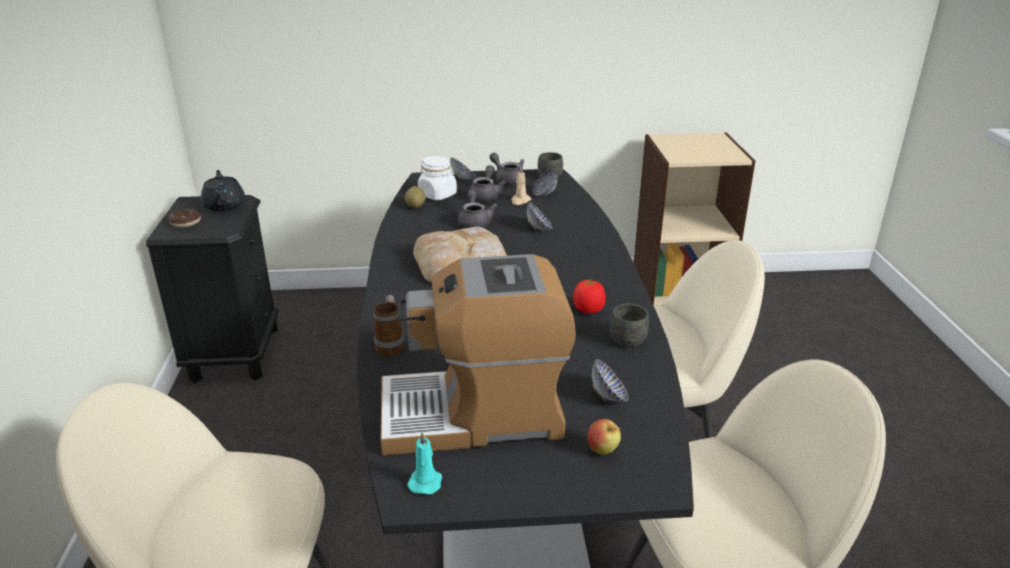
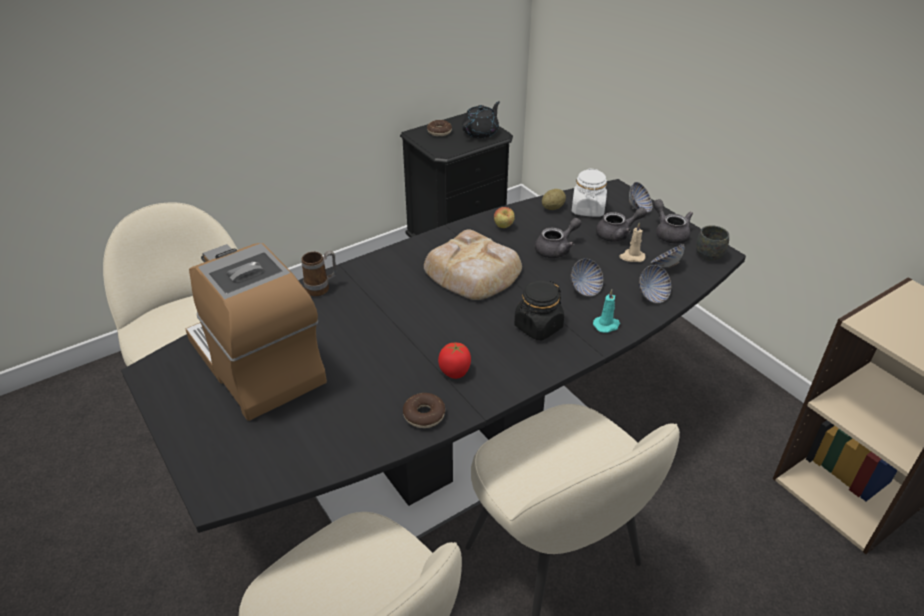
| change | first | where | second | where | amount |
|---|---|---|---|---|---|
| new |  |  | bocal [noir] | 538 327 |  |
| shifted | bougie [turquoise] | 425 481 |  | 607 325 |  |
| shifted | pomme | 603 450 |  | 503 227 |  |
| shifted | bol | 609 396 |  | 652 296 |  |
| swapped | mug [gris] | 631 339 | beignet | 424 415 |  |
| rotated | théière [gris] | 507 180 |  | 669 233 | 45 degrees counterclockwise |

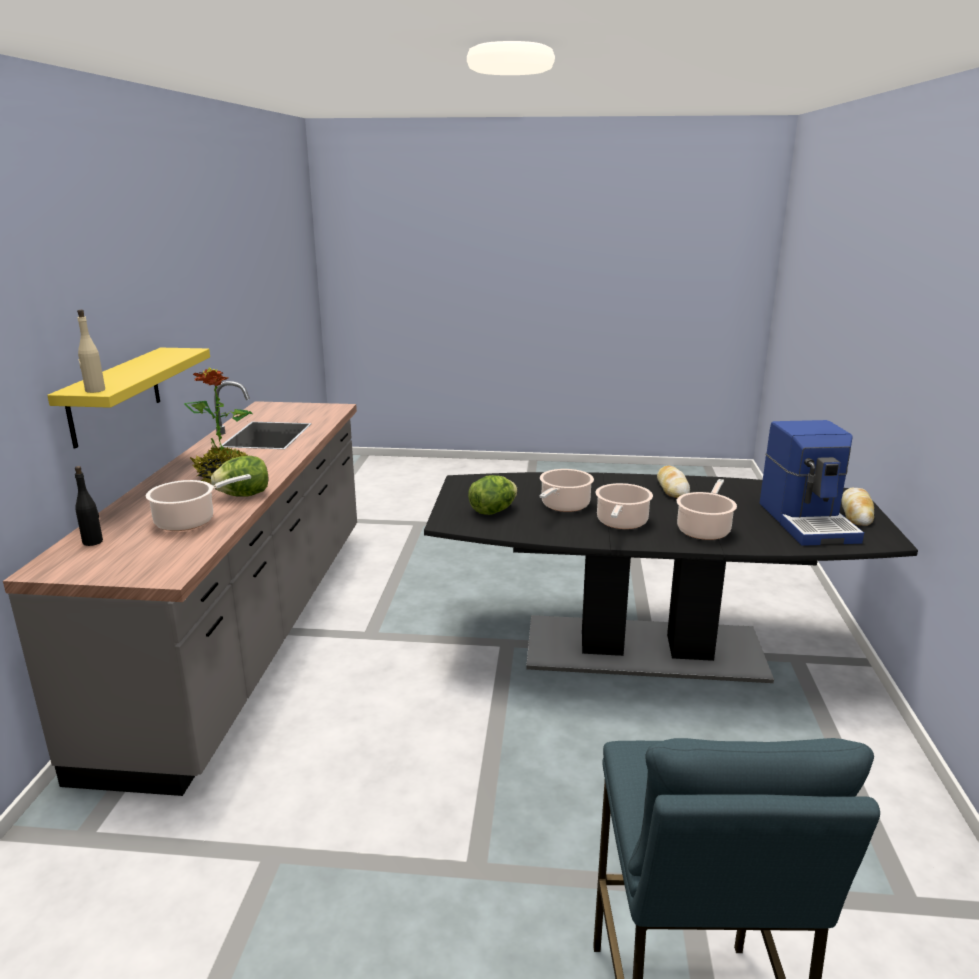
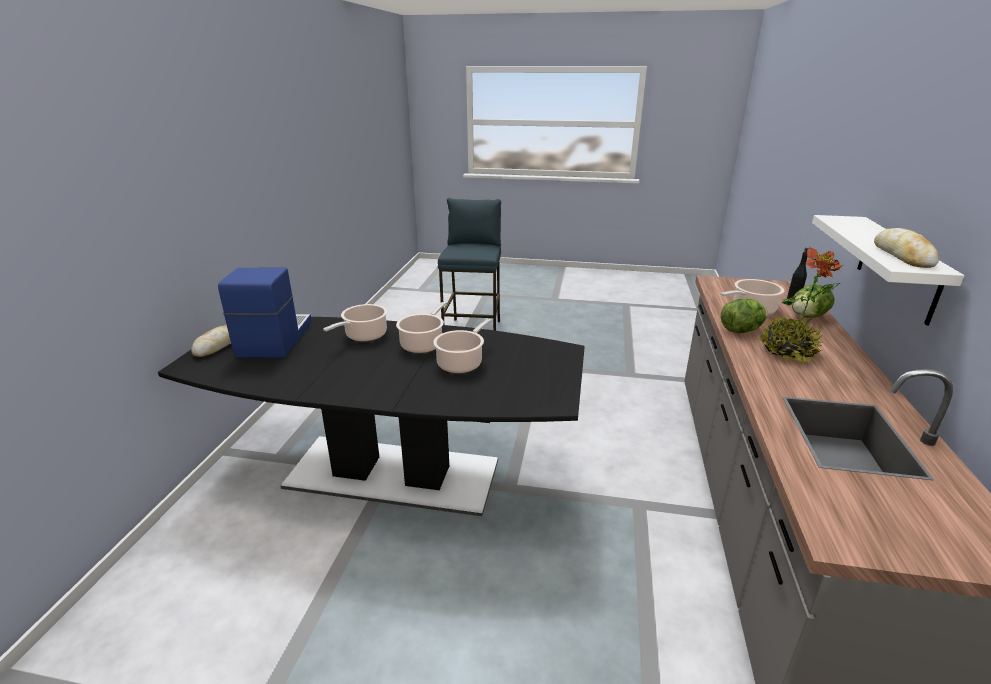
| change | first | where | second | where | amount |
|---|---|---|---|---|---|
| gone | bouteille [beige] | 95 390 |  |  |  |
| shifted | laitue | 493 511 |  | 807 316 |  |
| shifted | pain | 672 488 |  | 902 256 |  |
| repainted | étagère [jaune] | 115 395 | étagère [blanc] | 898 268 |  |

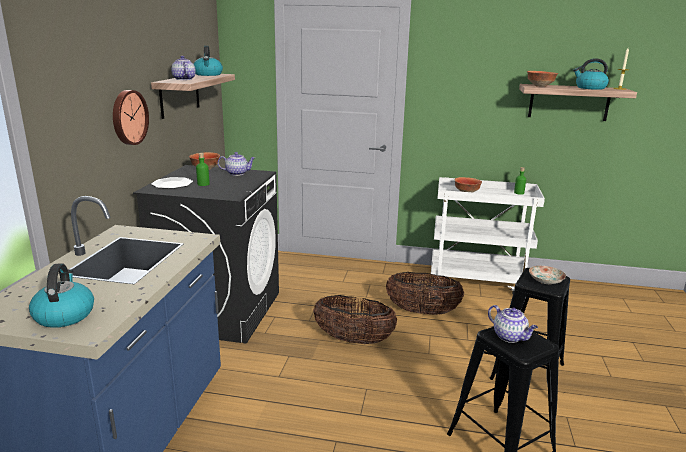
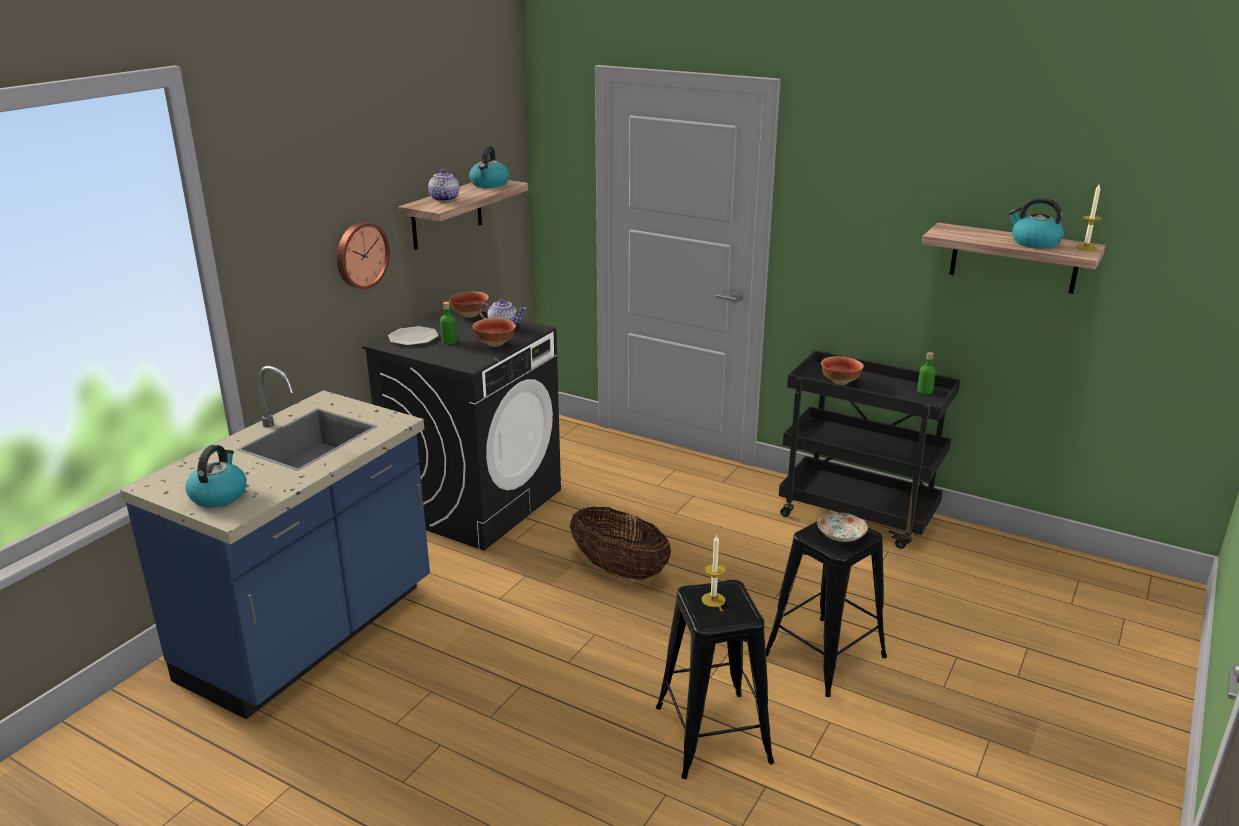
| change | first | where | second | where | amount |
|---|---|---|---|---|---|
| gone | panier | 422 312 |  |  |  |
| shifted | bol | 540 86 |  | 495 343 |  |
| swapped | théière | 510 337 | bougie | 713 600 |  |
| repainted | chariot [blanc] | 477 281 | chariot [noir] | 858 516 |  |

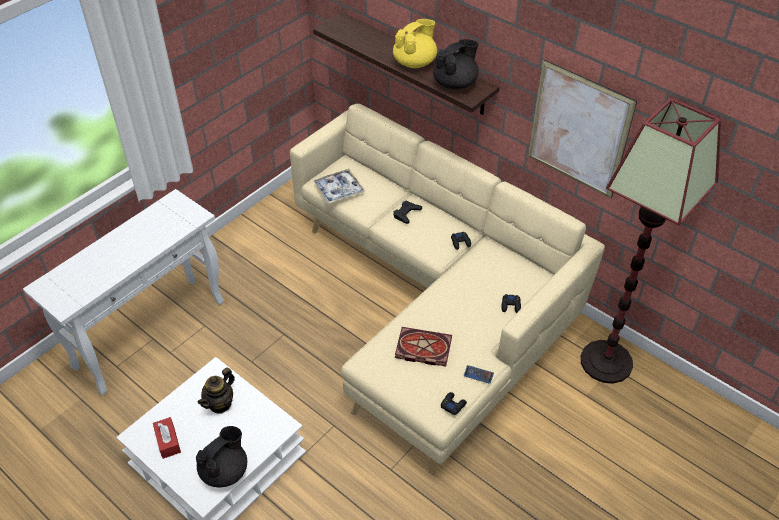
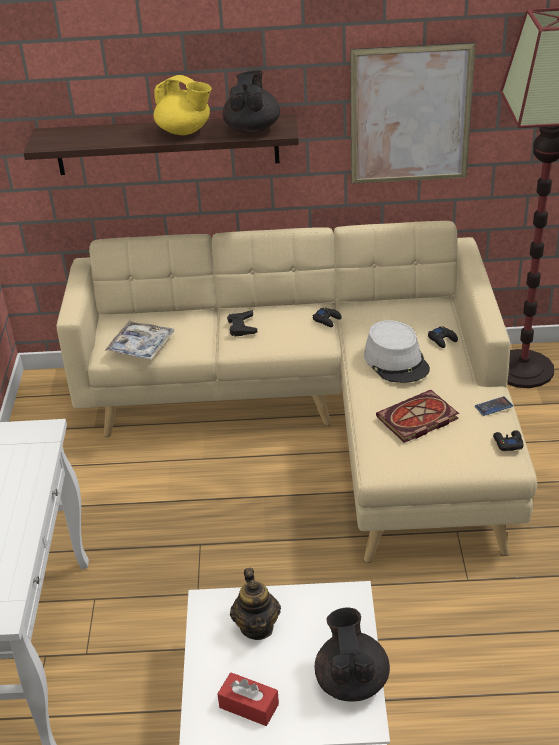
| change | first | where | second | where | amount |
|---|---|---|---|---|---|
| new |  |  | chapeau [gris] | 396 361 |  |
| rotated | théière [jaune] | 415 62 |  | 184 131 | 120 degrees clockwise |

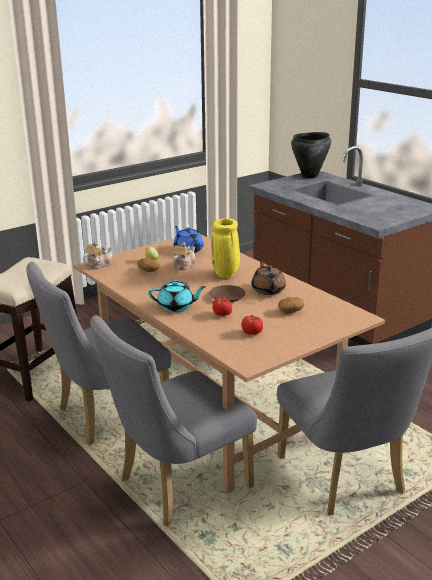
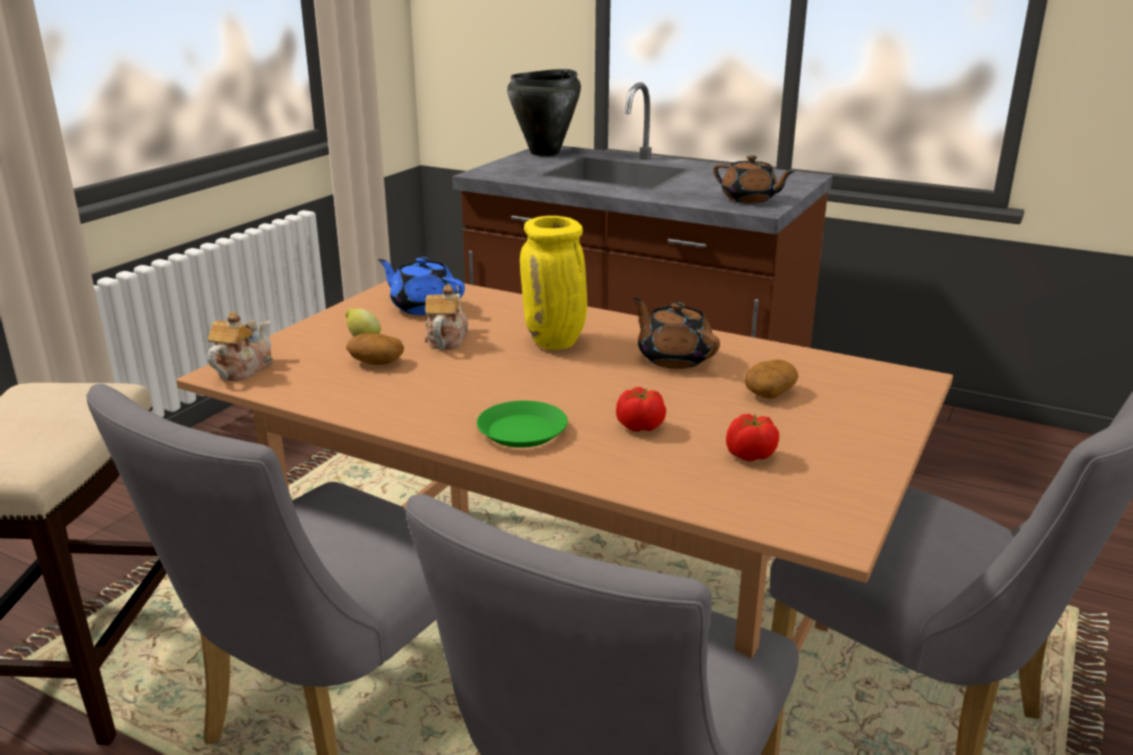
| change | first | where | second | where | amount |
|---|---|---|---|---|---|
| gone | assiette [marron] | 227 297 |  |  |  |
| new |  |  | théière [marron] | 749 199 |  |
| swapped | théière [turquoise] | 176 307 | assiette [vert] | 522 431 |  |

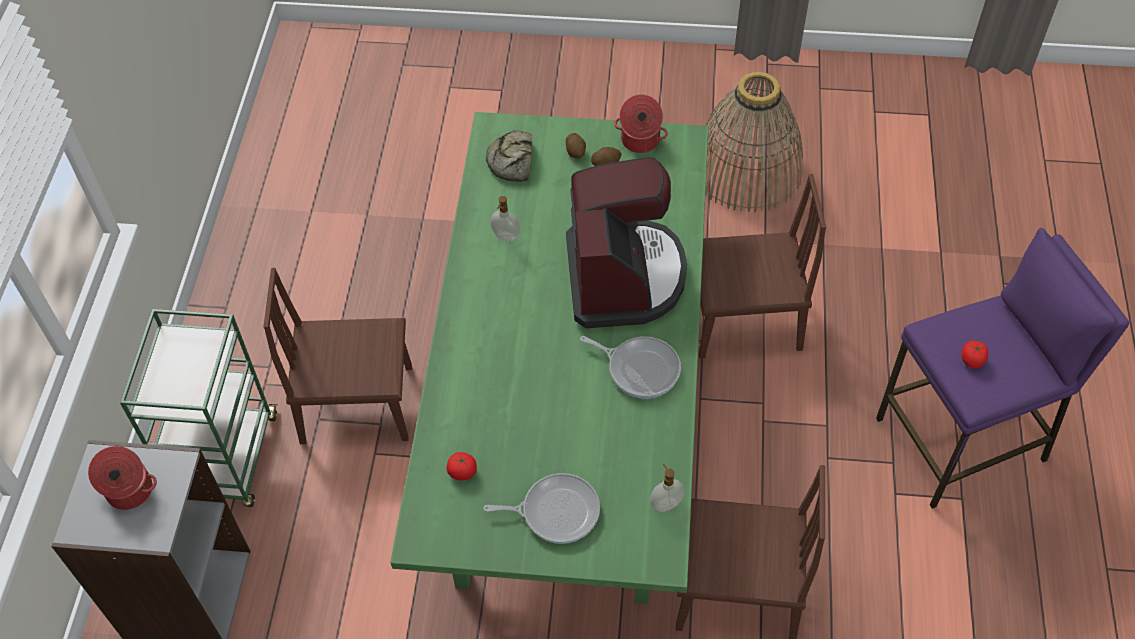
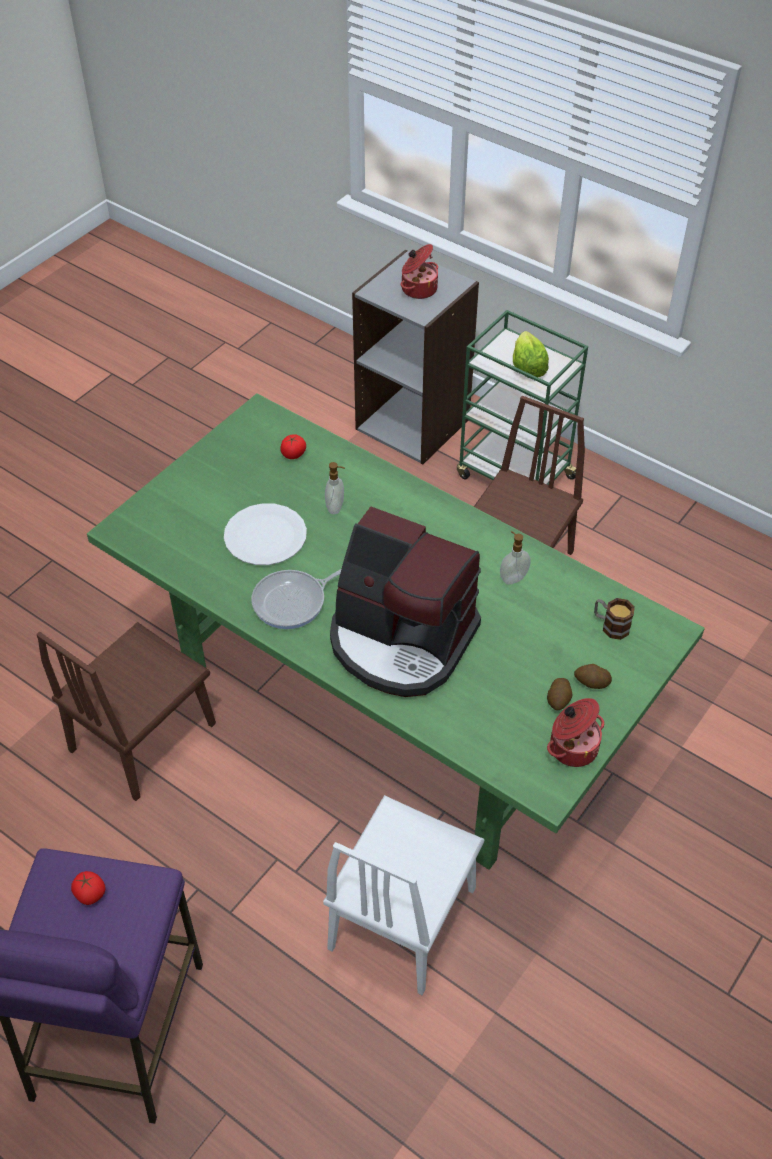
| change | first | where | second | where | amount |
|---|---|---|---|---|---|
| gone | poêle | 556 511 |  |  |  |
| gone | panier | 747 170 |  |  |  |
| new |  |  | assiette [blanc] | 265 536 |  |
| new |  |  | laitue | 527 366 |  |
| shifted | distributeur de savon | 665 503 |  | 336 507 |  |
| swapped | pain | 512 161 | mug | 610 625 |  |
| repainted | chaise [marron] | 744 320 | chaise [blanc] | 402 917 |  |

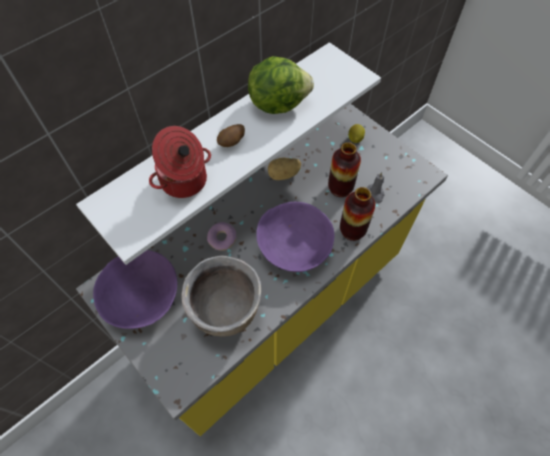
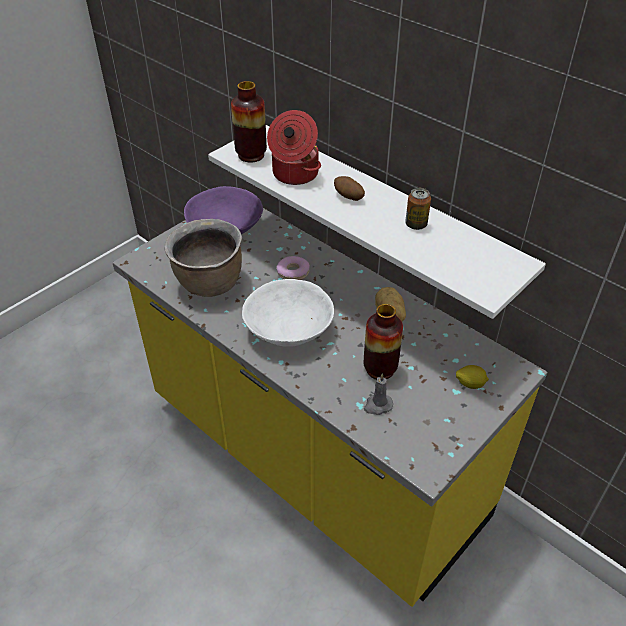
| change | first | where | second | where | amount |
|---|---|---|---|---|---|
| shifted | vase | 352 230 |  | 251 155 |  |
| swapped | laitue | 278 103 | boîte métallique | 416 224 |  |
| repainted | bol [violet] | 294 246 | bol [blanc] | 289 329 |  |

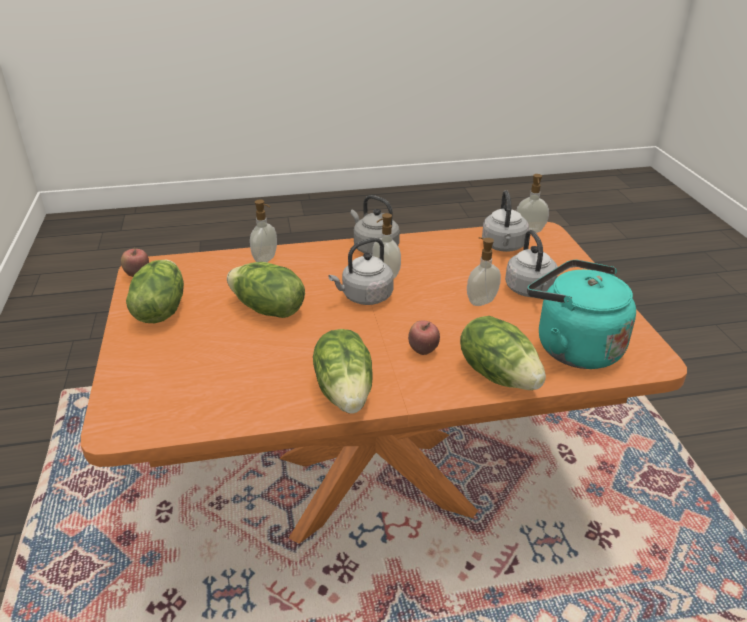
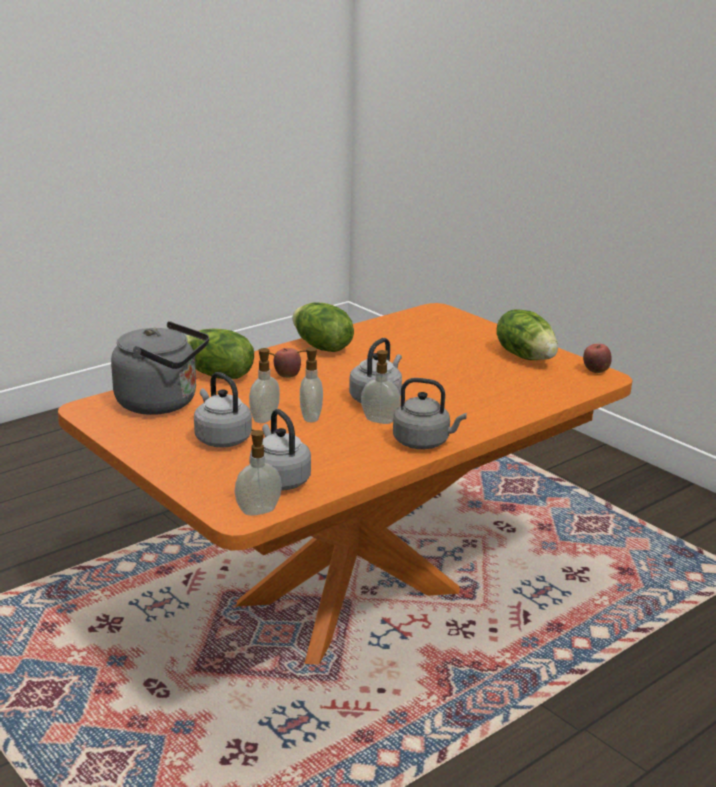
| change | first | where | second | where | amount |
|---|---|---|---|---|---|
| gone | laitue | 267 310 |  |  |  |
| shifted | distributeur de savon | 266 259 |  | 309 417 |  |
| repainted | bouilloire [turquoise] | 573 347 | bouilloire [gris] | 162 403 |  |

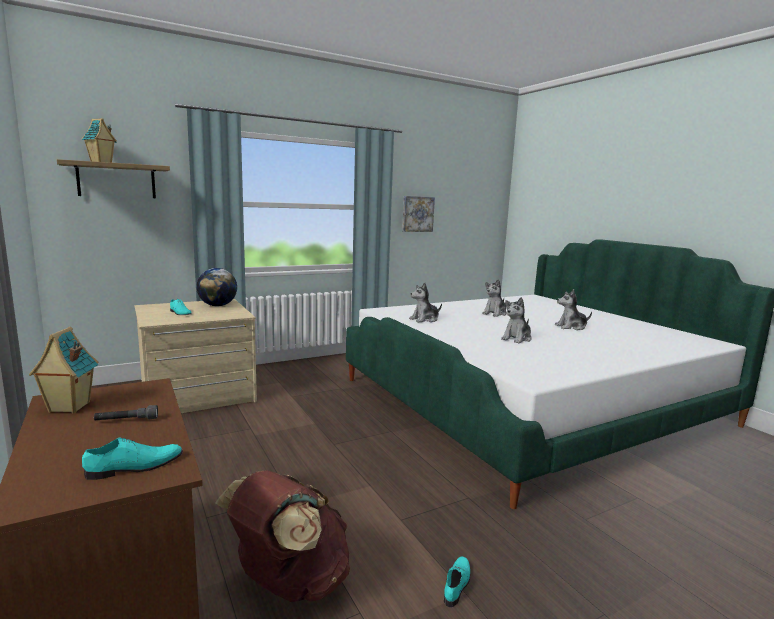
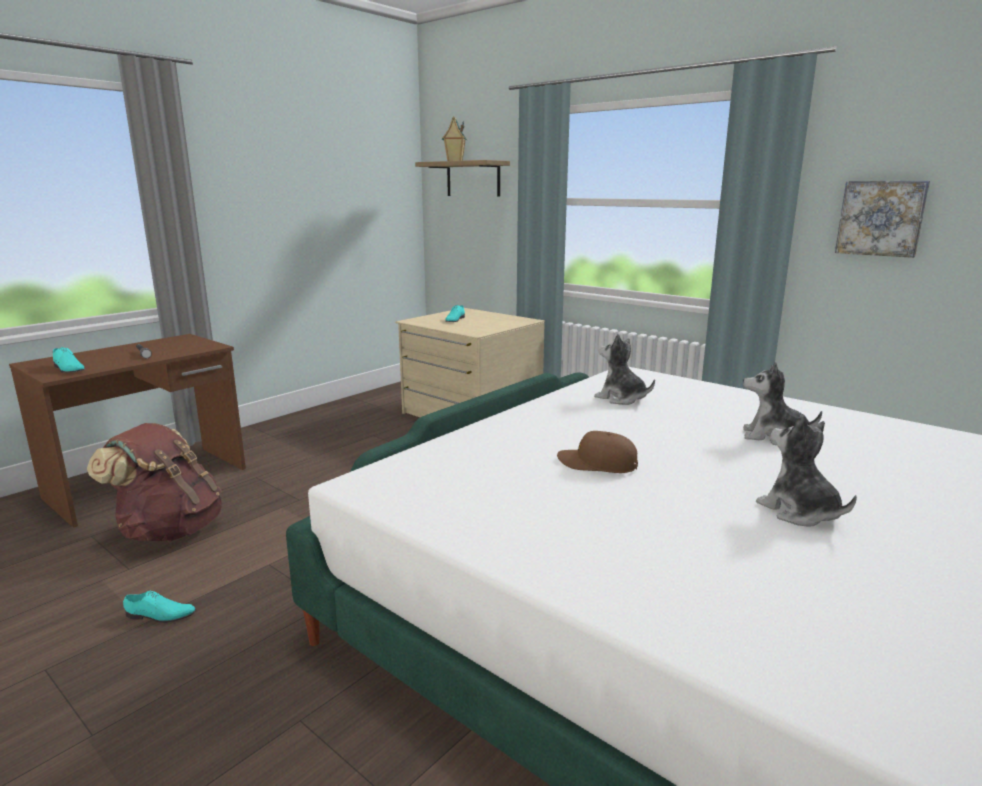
| change | first | where | second | where | amount |
|---|---|---|---|---|---|
| gone | maison miniature | 68 407 |  |  |  |
| gone | globe | 218 305 |  |  |  |
| swapped | peluche | 517 338 | casquette [marron] | 597 464 |  |

